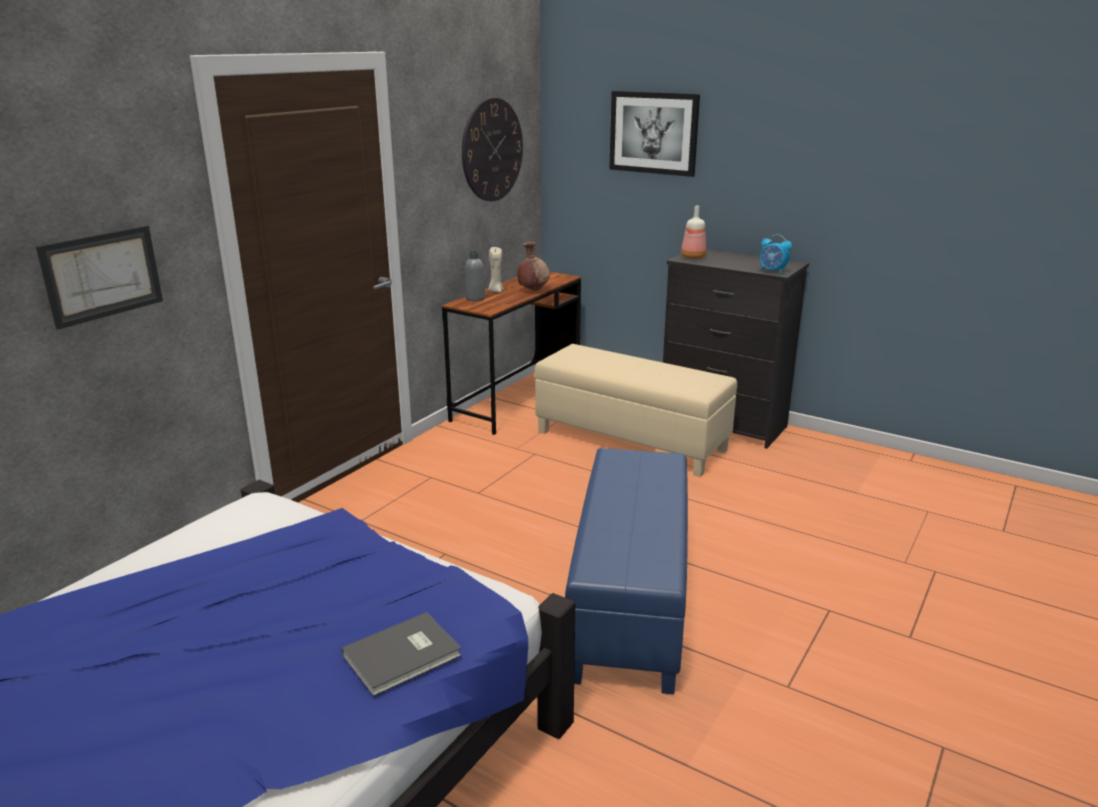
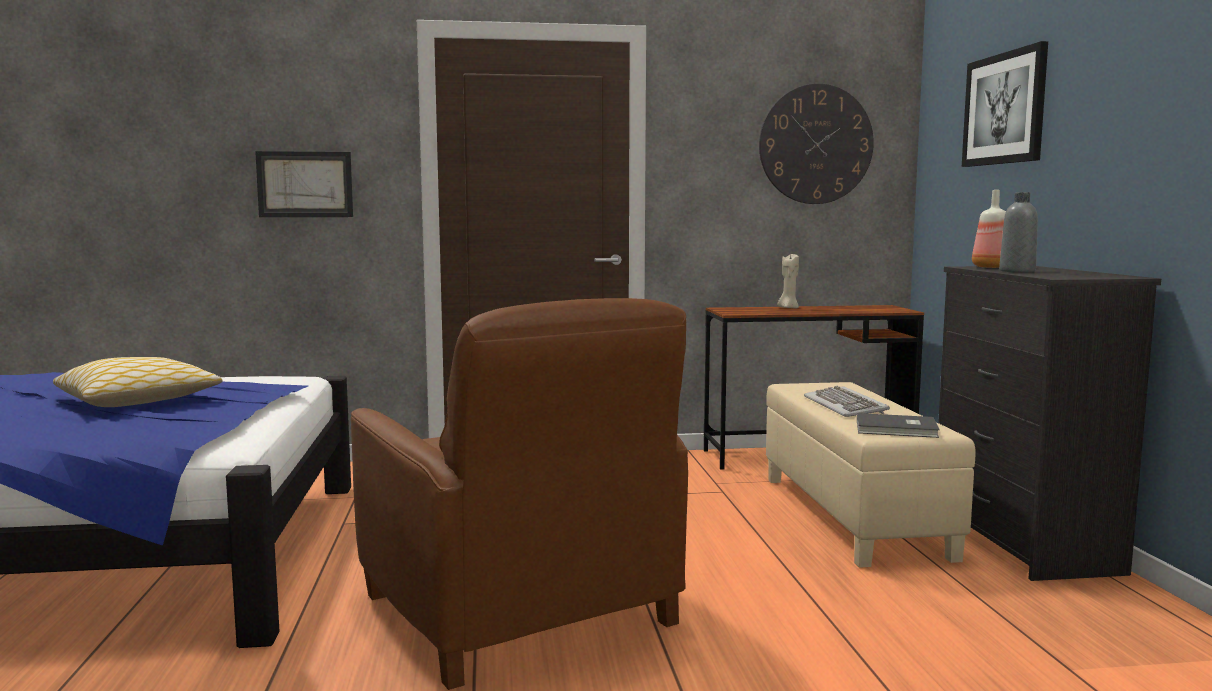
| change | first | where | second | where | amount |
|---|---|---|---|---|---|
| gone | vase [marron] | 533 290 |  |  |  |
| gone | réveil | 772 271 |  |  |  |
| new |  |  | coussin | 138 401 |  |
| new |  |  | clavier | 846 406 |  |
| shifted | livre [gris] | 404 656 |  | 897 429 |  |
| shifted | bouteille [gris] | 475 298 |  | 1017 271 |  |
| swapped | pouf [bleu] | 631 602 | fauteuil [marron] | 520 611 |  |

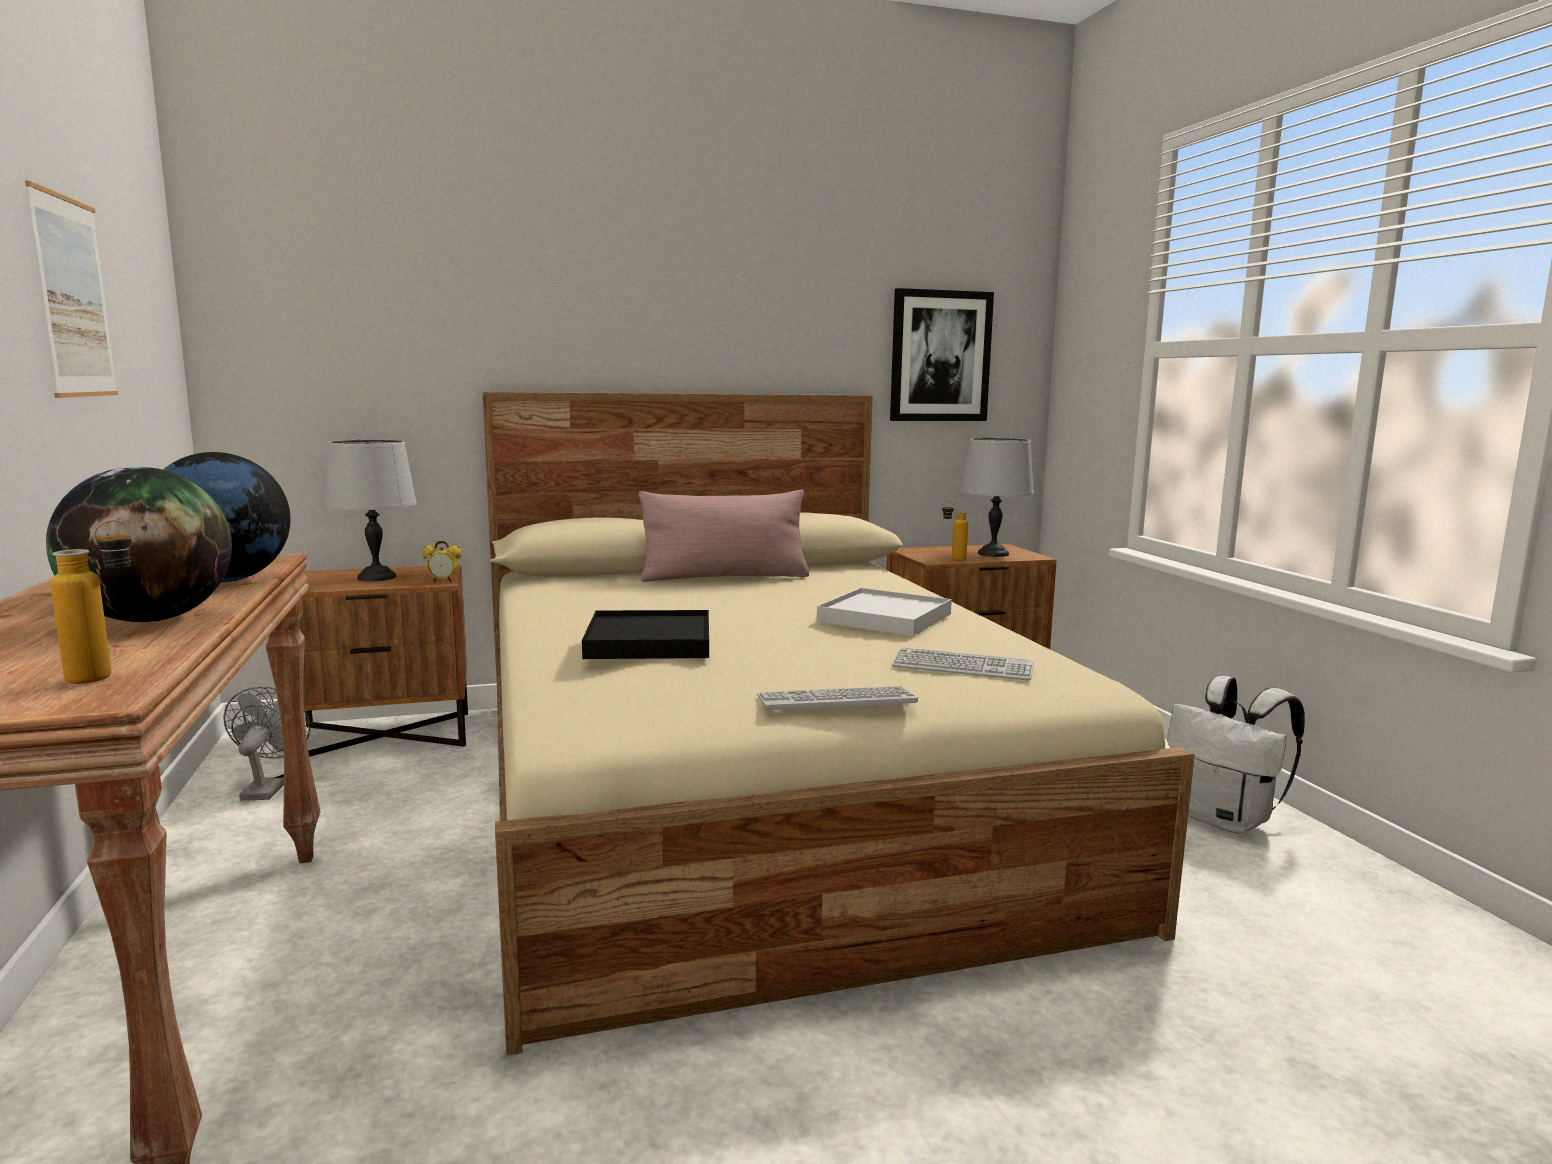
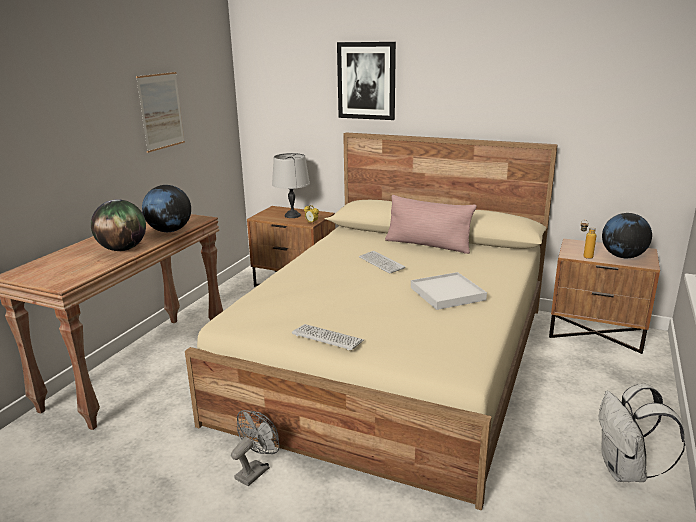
| change | first | where | second | where | amount |
|---|---|---|---|---|---|
| gone | bouteille | 108 676 |  |  |  |
| gone | plateau [noir] | 649 642 |  |  |  |
| shifted | ventilateur [gris] | 268 787 |  | 256 470 |  |
| shifted | tableau | 940 356 |  | 366 81 |  |
| shifted | clavier | 962 667 |  | 381 263 |  |
| swapped | lampe de table [gris] | 993 554 | globe | 623 256 |  |

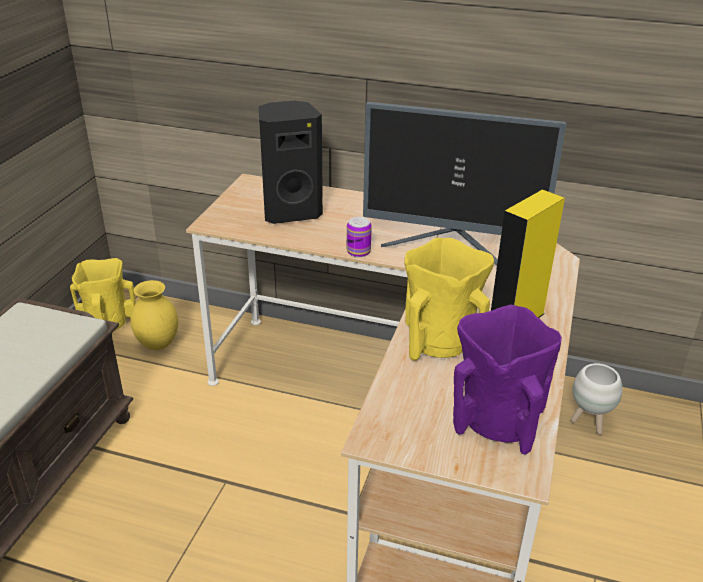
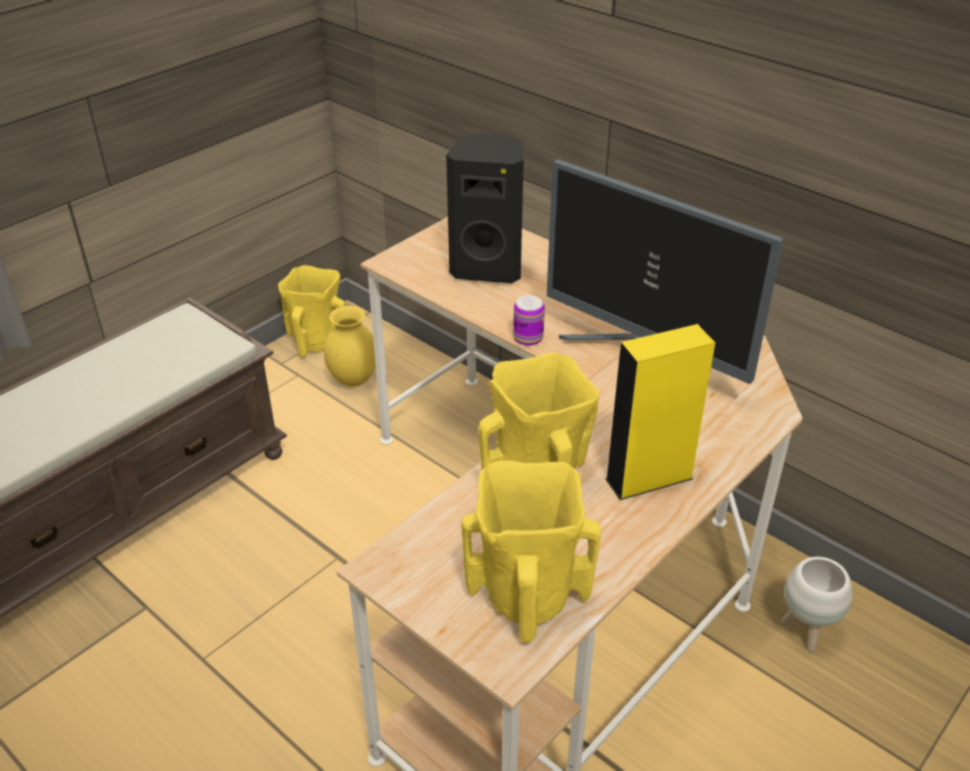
| change | first | where | second | where | amount |
|---|---|---|---|---|---|
| repainted | vase [violet] | 496 421 | vase [jaune] | 527 593 |  |

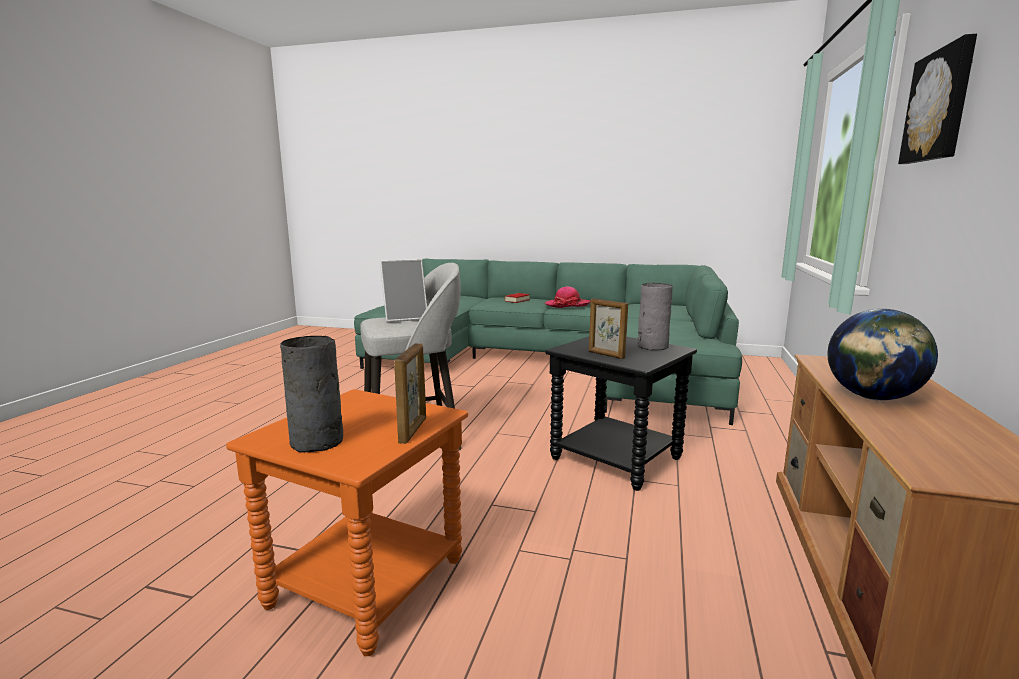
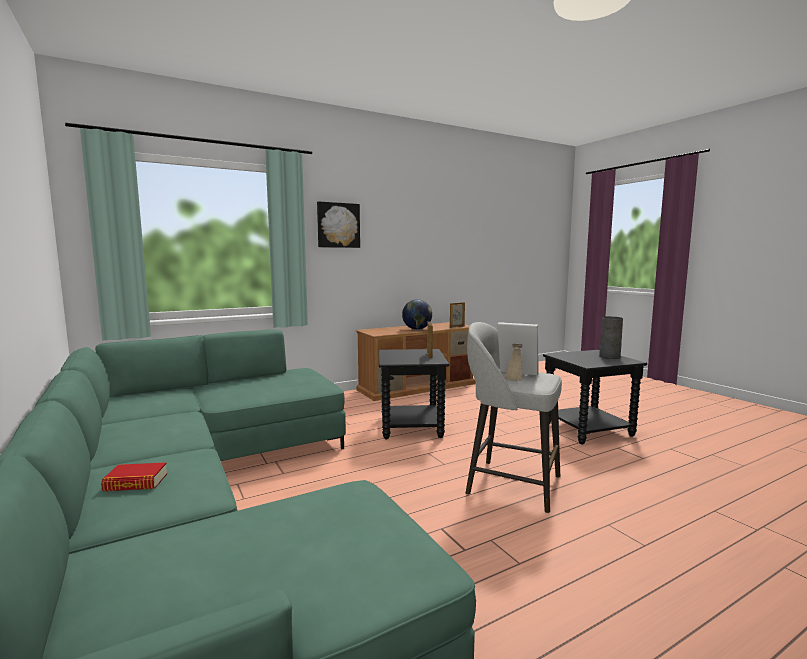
| change | first | where | second | where | amount |
|---|---|---|---|---|---|
| gone | chapeau | 568 305 |  |  |  |
| gone | vase [gris] | 651 346 |  |  |  |
| shifted | cadre photo | 413 430 |  | 456 327 |  |
| repainted | table d'appoint [orange] | 366 582 | table d'appoint [noir] | 588 430 |  |

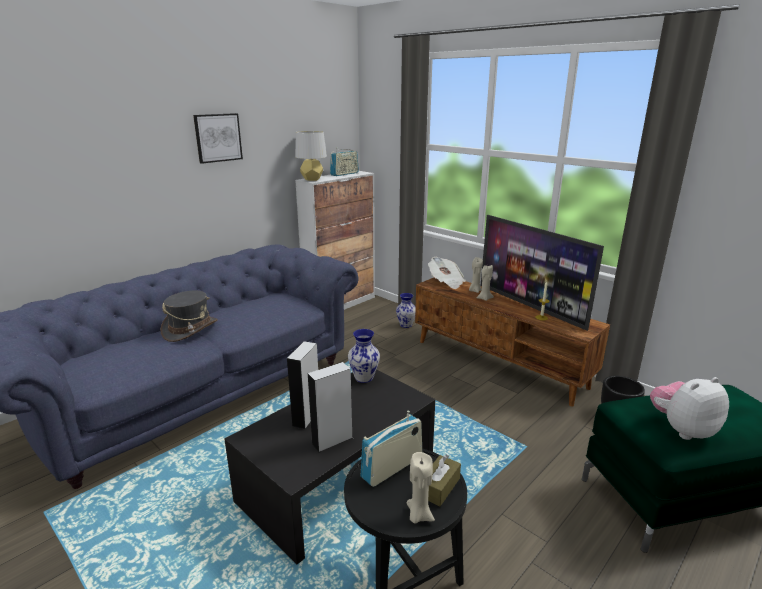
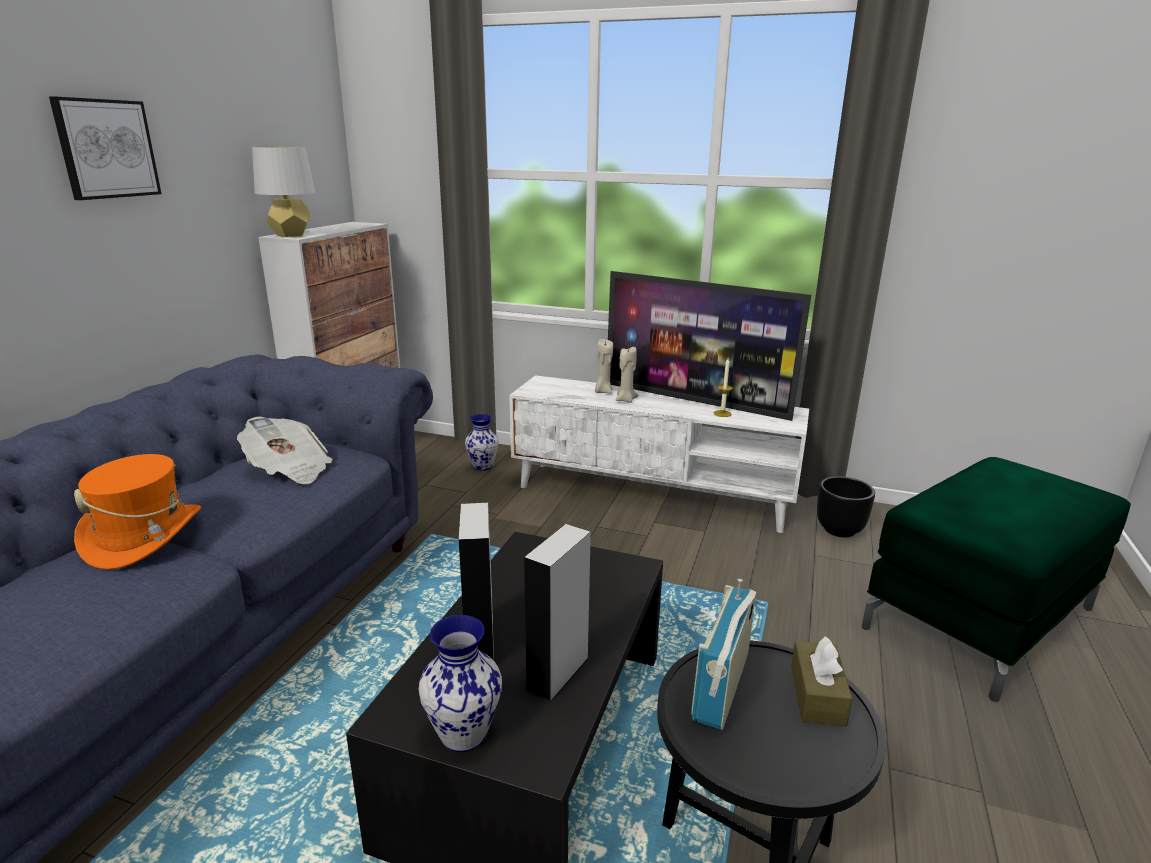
| change | first | where | second | where | amount |
|---|---|---|---|---|---|
| gone | radio | 344 174 |  |  |  |
| gone | bougie [beige] | 419 515 |  |  |  |
| gone | peluche | 682 429 |  |  |  |
| shifted | vase | 363 377 |  | 462 733 |  |
| shifted | journal | 446 282 |  | 289 470 |  |
| repainted | chapeau [gris] | 190 329 | chapeau [orange] | 144 536 |  |
| repainted | meuble télé [marron] | 499 363 | meuble télé [blanc] | 652 495 |  |

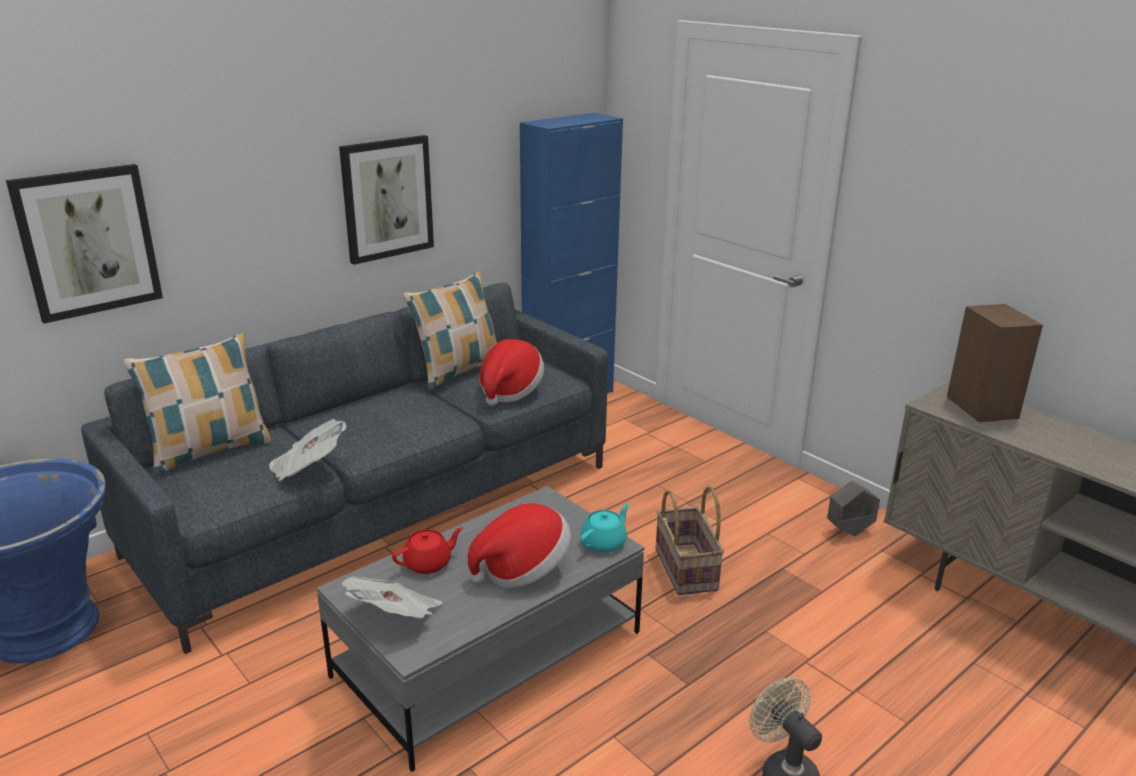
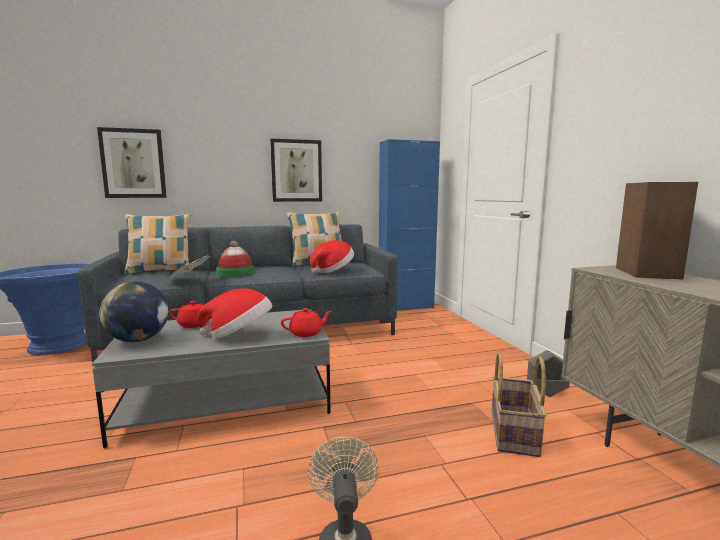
| change | first | where | second | where | amount |
|---|---|---|---|---|---|
| new |  |  | chapeau | 235 272 |  |
| shifted | panier | 687 569 |  | 515 433 |  |
| swapped | journal | 395 617 | globe | 138 340 |  |
| repainted | théière [turquoise] | 604 542 | théière [rouge] | 306 333 |  |

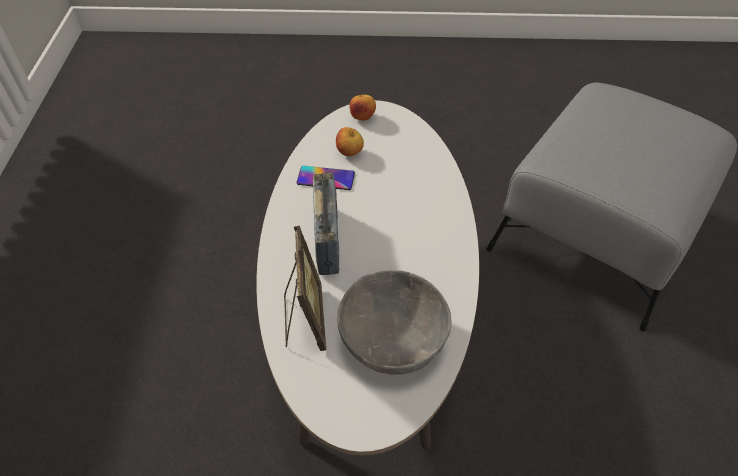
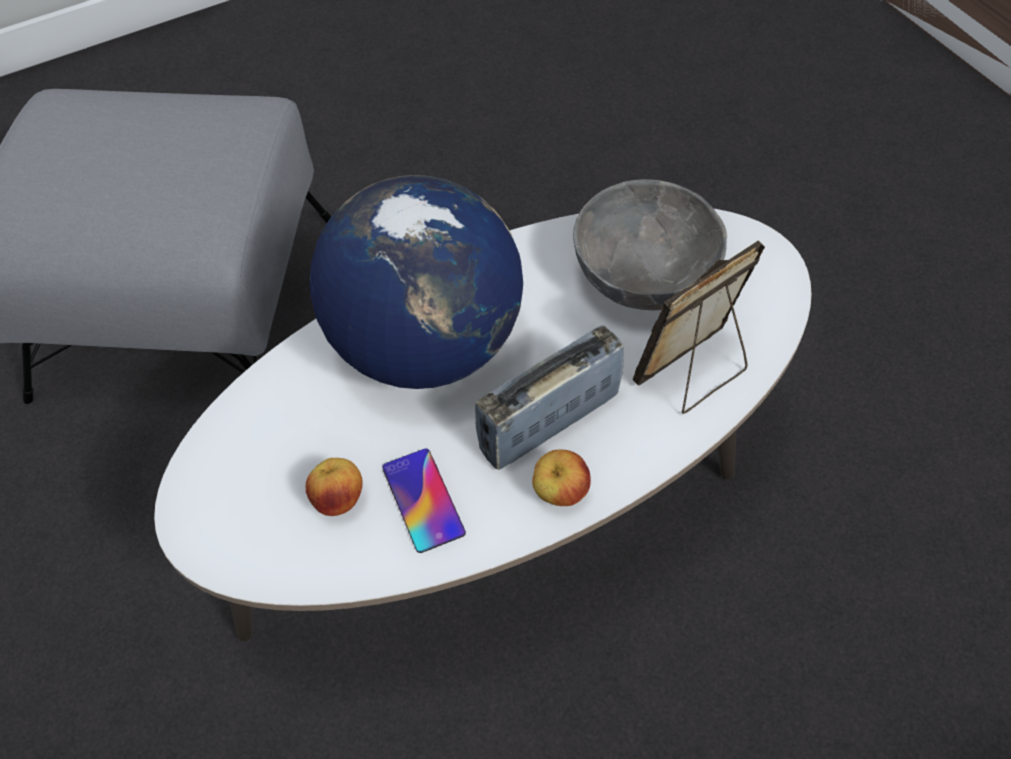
| change | first | where | second | where | amount |
|---|---|---|---|---|---|
| new |  |  | globe | 425 344 |  |
| shifted | pomme | 362 117 |  | 560 493 |  |

